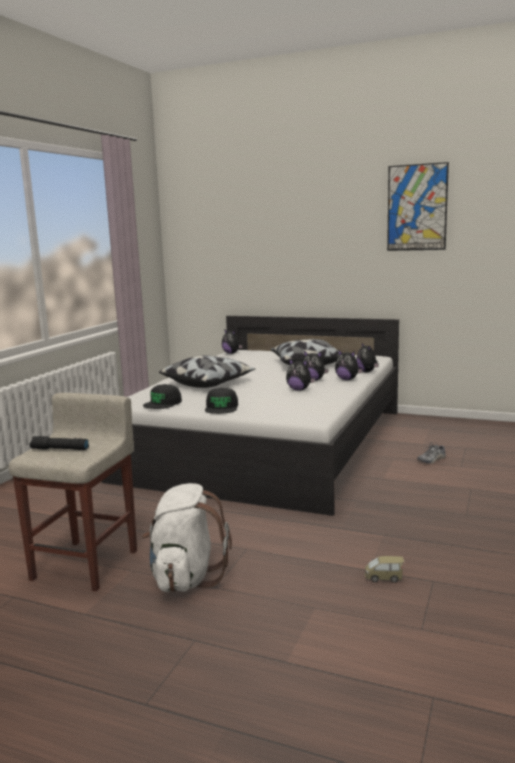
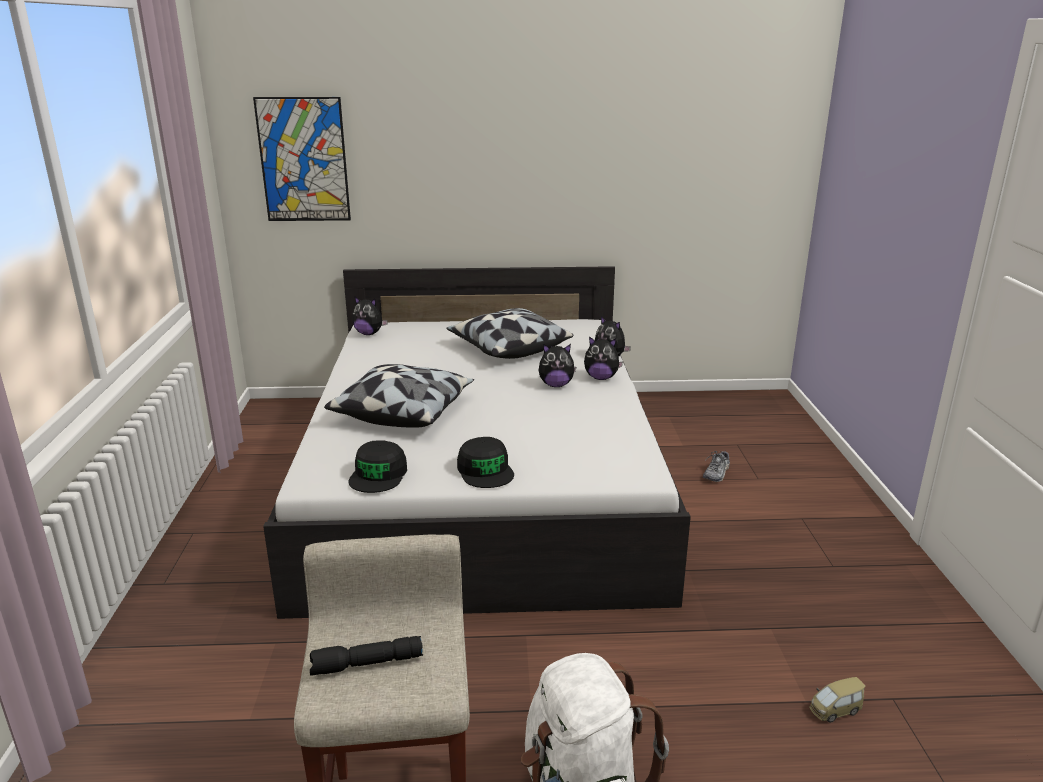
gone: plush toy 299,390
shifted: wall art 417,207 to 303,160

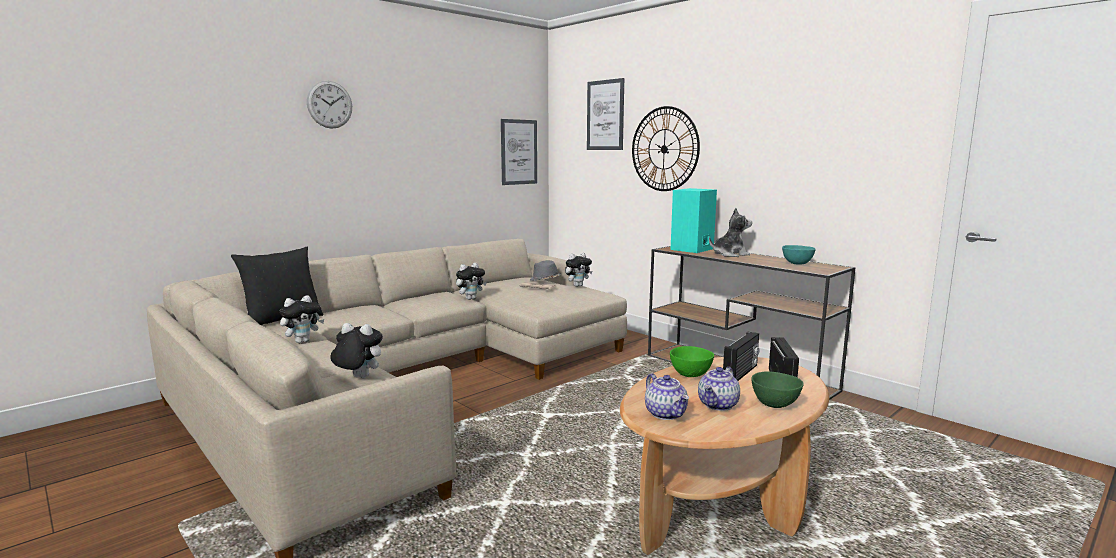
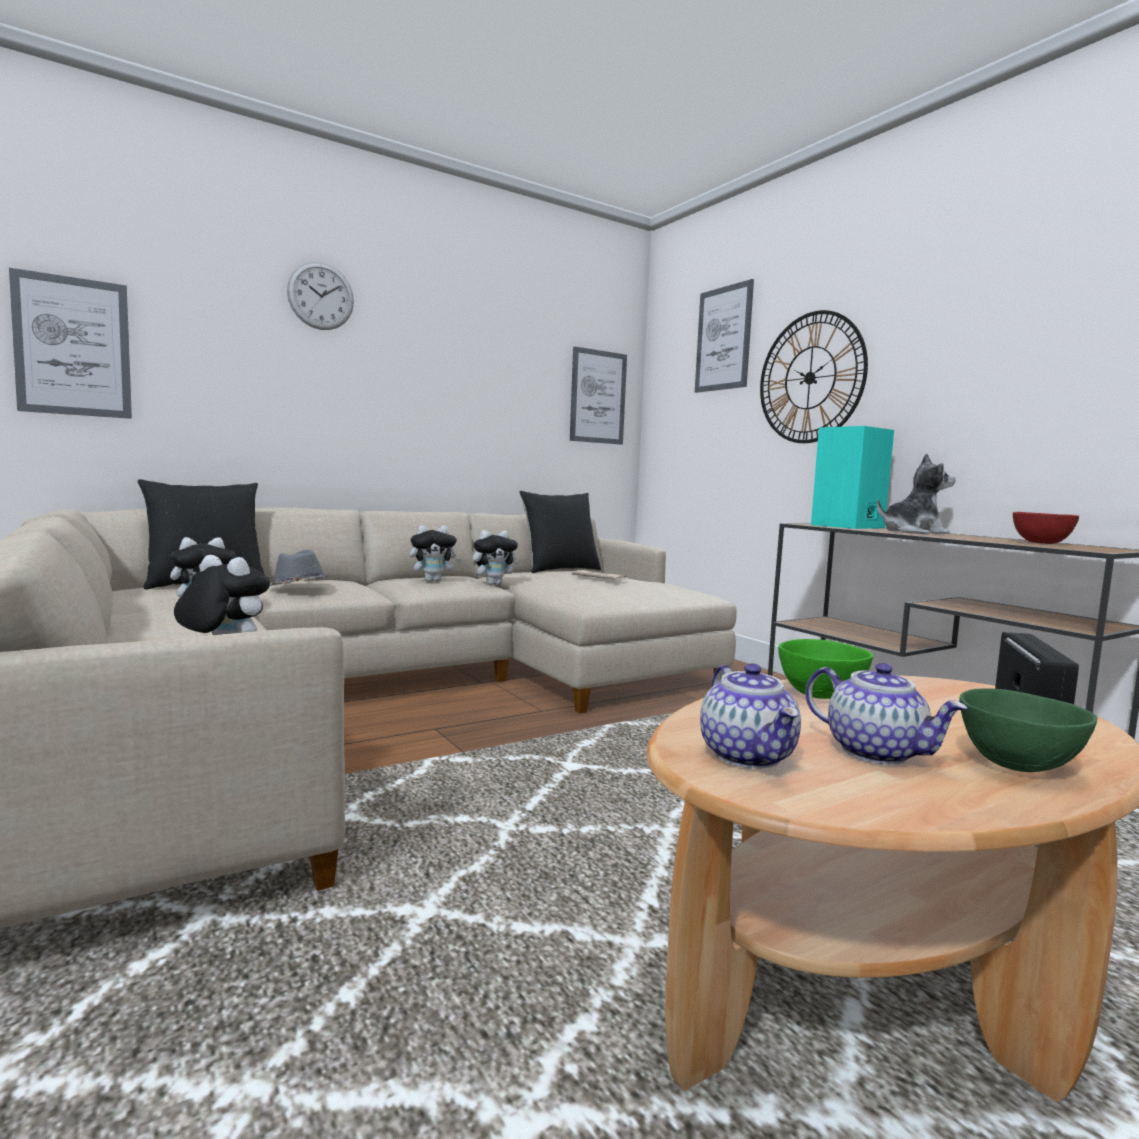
gone: radio set 741,373
new: wall art 73,347; pillow (blackish) 559,570
shifted: plush toy 577,285 to 433,581; hat (greyish) 545,280 to 298,587
repainted: deep dish (blue-green) 796,263 to deep dish (reddish) 1040,543
rotated: teapot 718,405 = 876,752 90 degrees counterclockwise

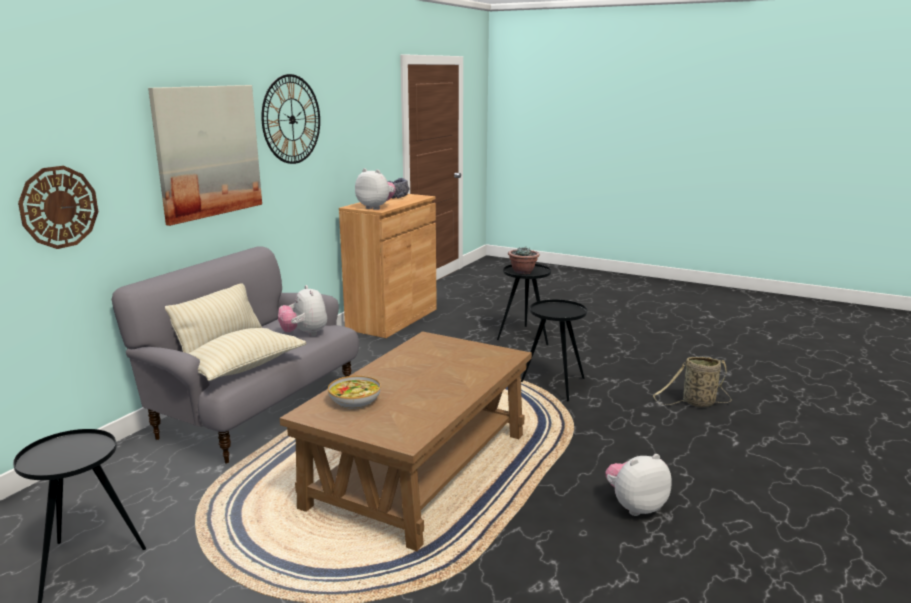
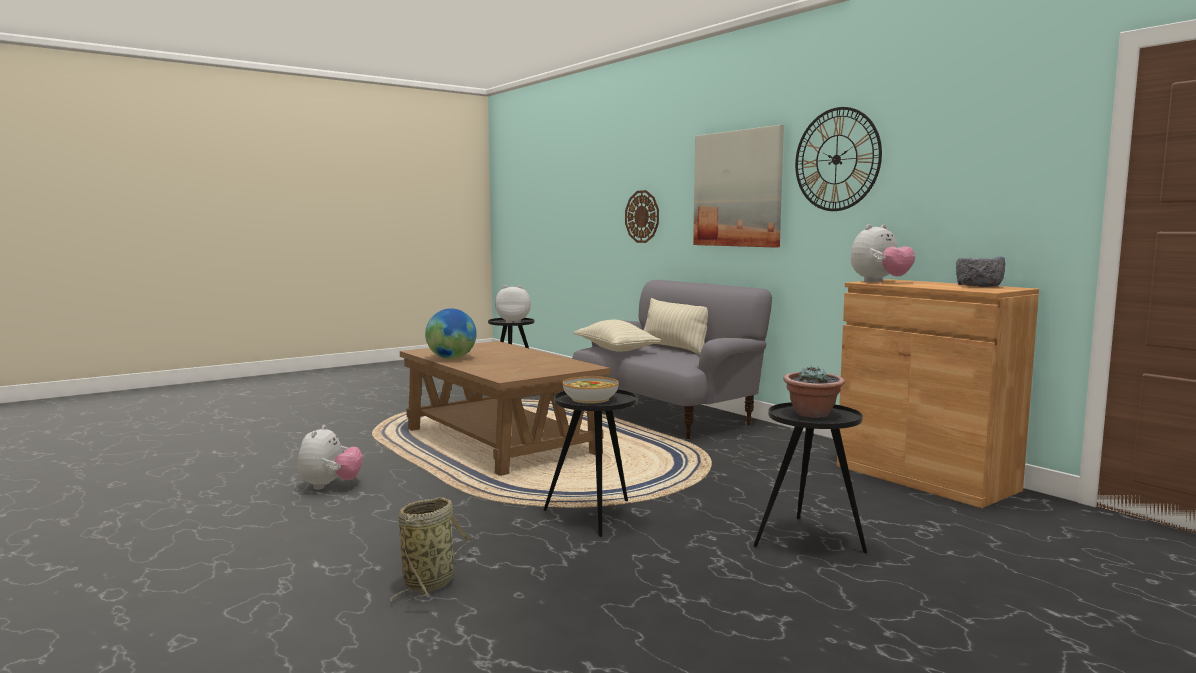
new: world globe 451,358
shifted: plush toy 304,334 to 513,322; deep dish 354,401 to 591,399

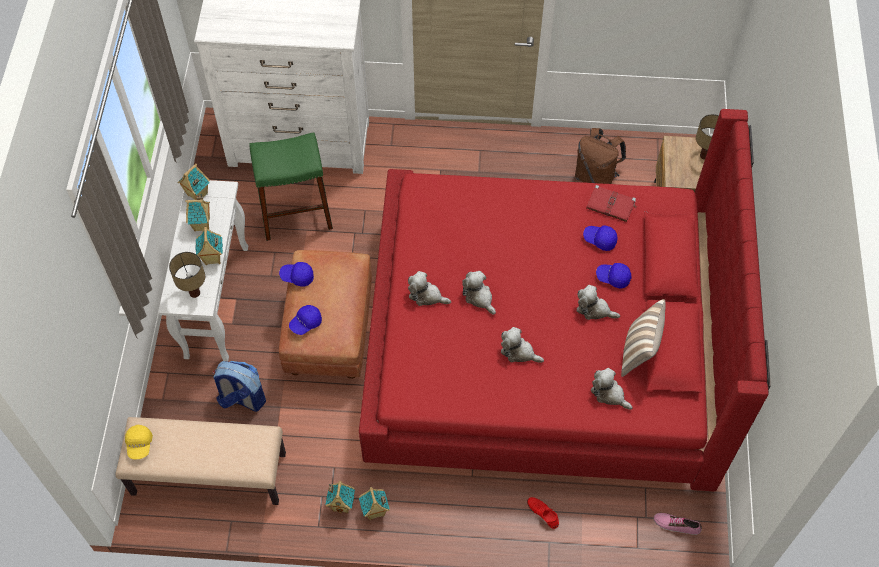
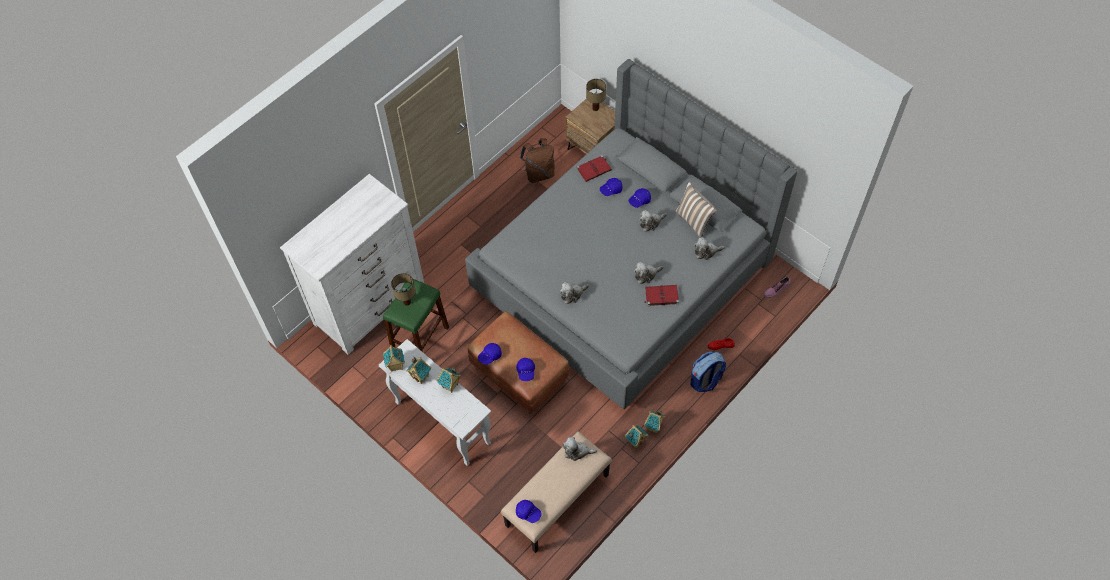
new: volume (reddish) 661,296
shifted: tabletop lamp 195,293 to 407,301; plush toy 479,297 to 577,451; rucksack 242,398 to 705,380
repainted: bed (reddish) 545,347 to bed (greyish) 624,275; peaked cap (yellow) 139,444 to peaked cap (blue-coloured) 528,513

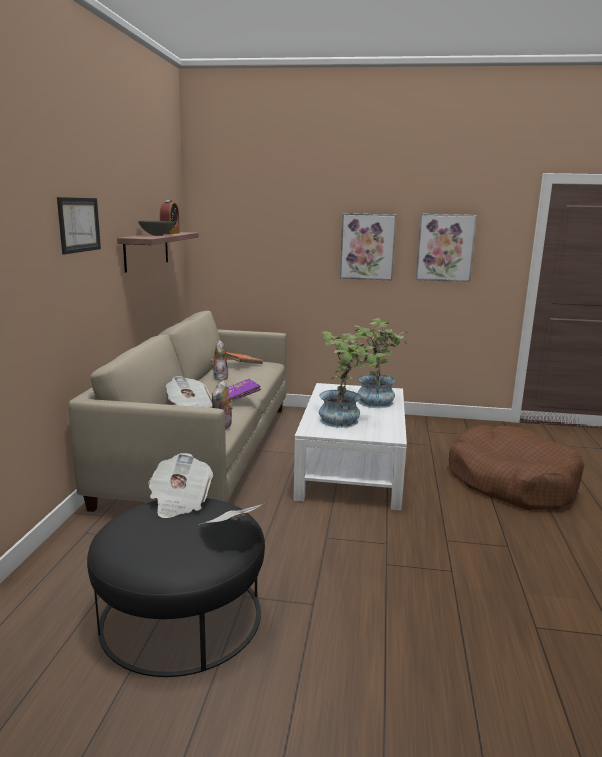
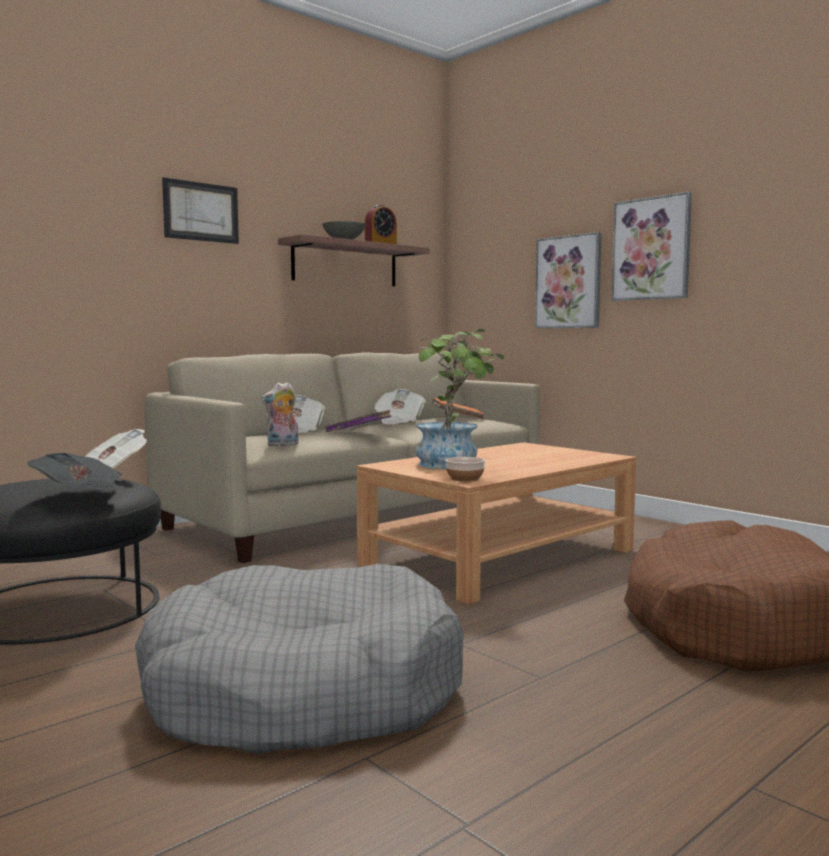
gone: potted plant 376,400
new: deep dish 464,479; pet bed (greyish) 303,692
shifted: wall art 445,247 to 568,282
swapped: plush toy 219,377 to newspaper 398,421
repainted: lounge table (white-coloured) 351,467 to lounge table (brownish) 500,557

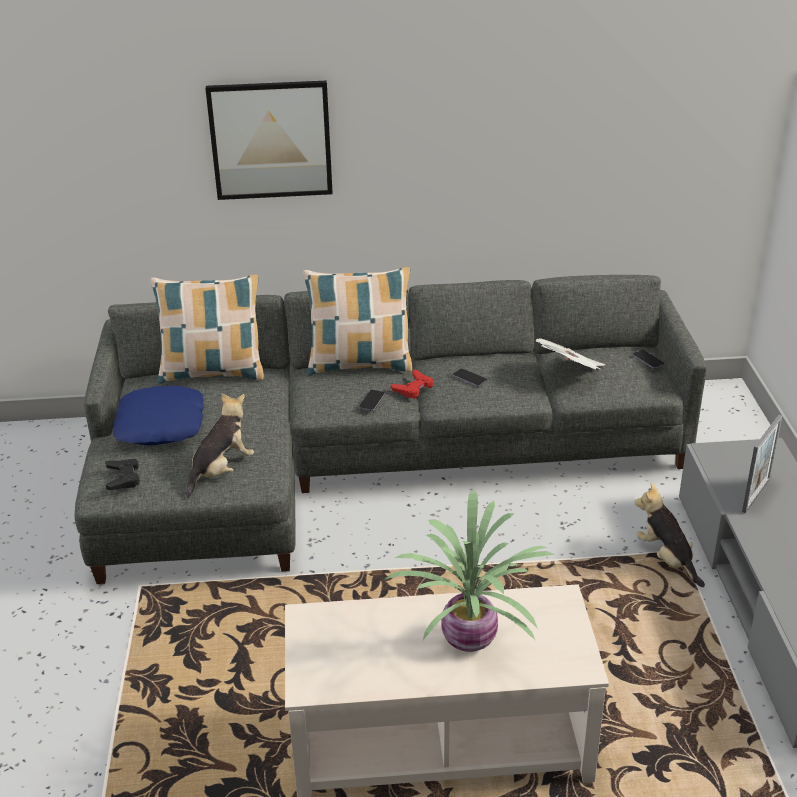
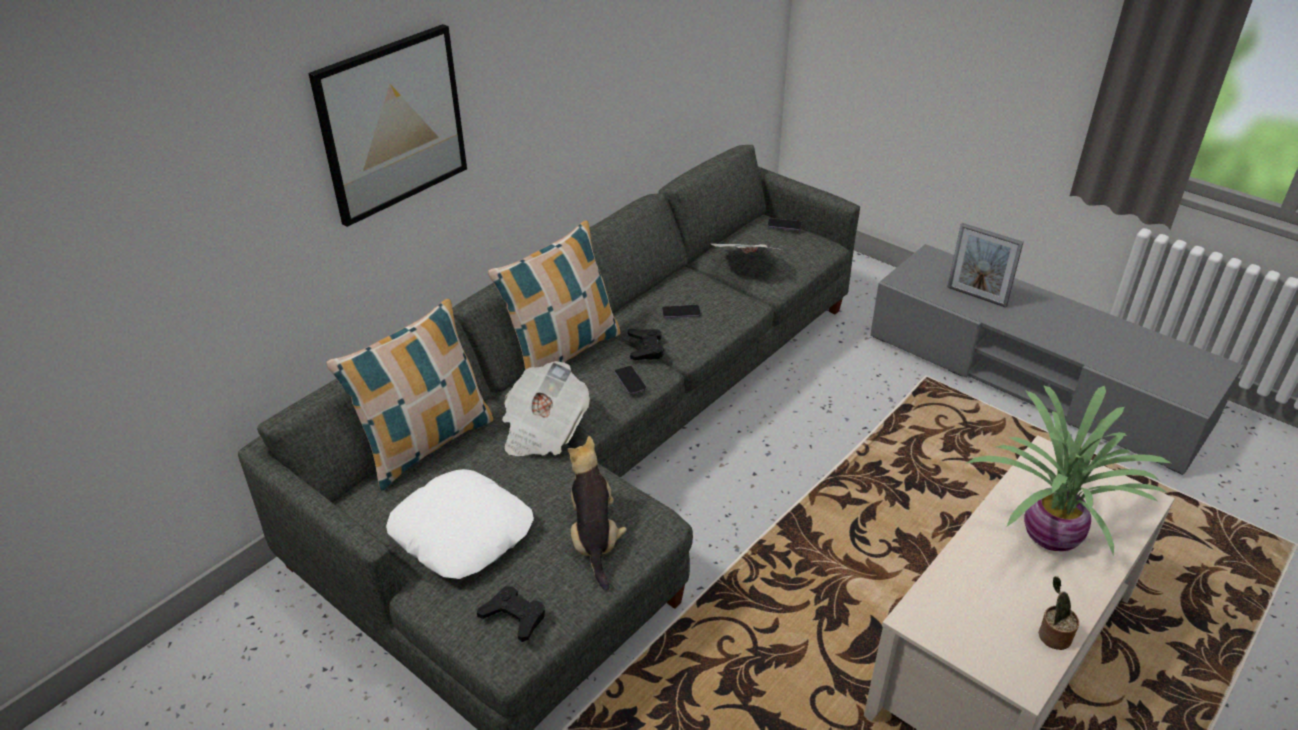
gone: plush toy 666,559
new: newspaper 543,430; potted plant 1052,636
repainted: joypad (reddish) 413,388 to joypad (blackish) 646,348; pillow (blue-coloured) 161,425 to pillow (white-coloured) 462,532
rotated: photo frame 756,495 = 976,296 135 degrees clockwise

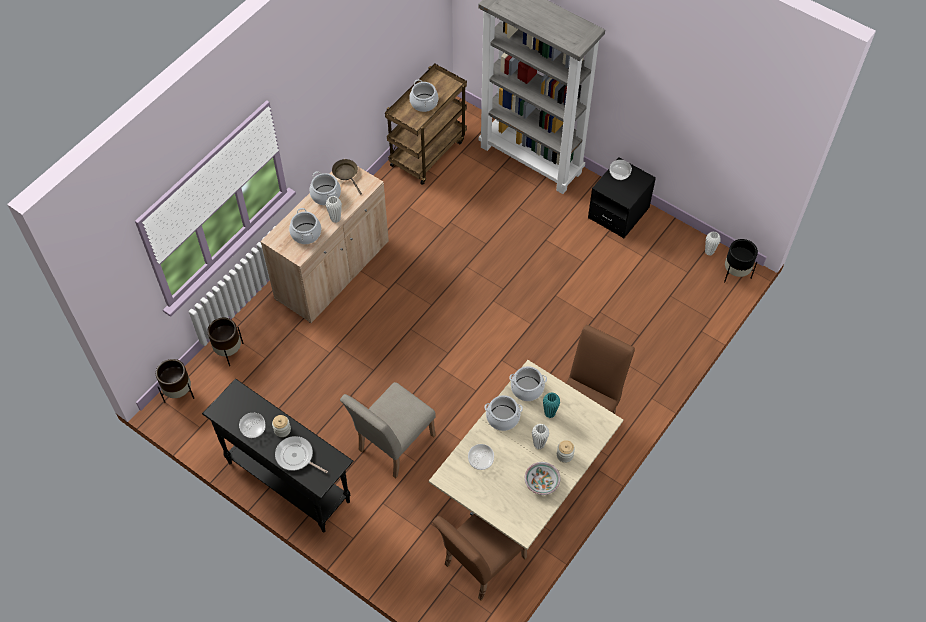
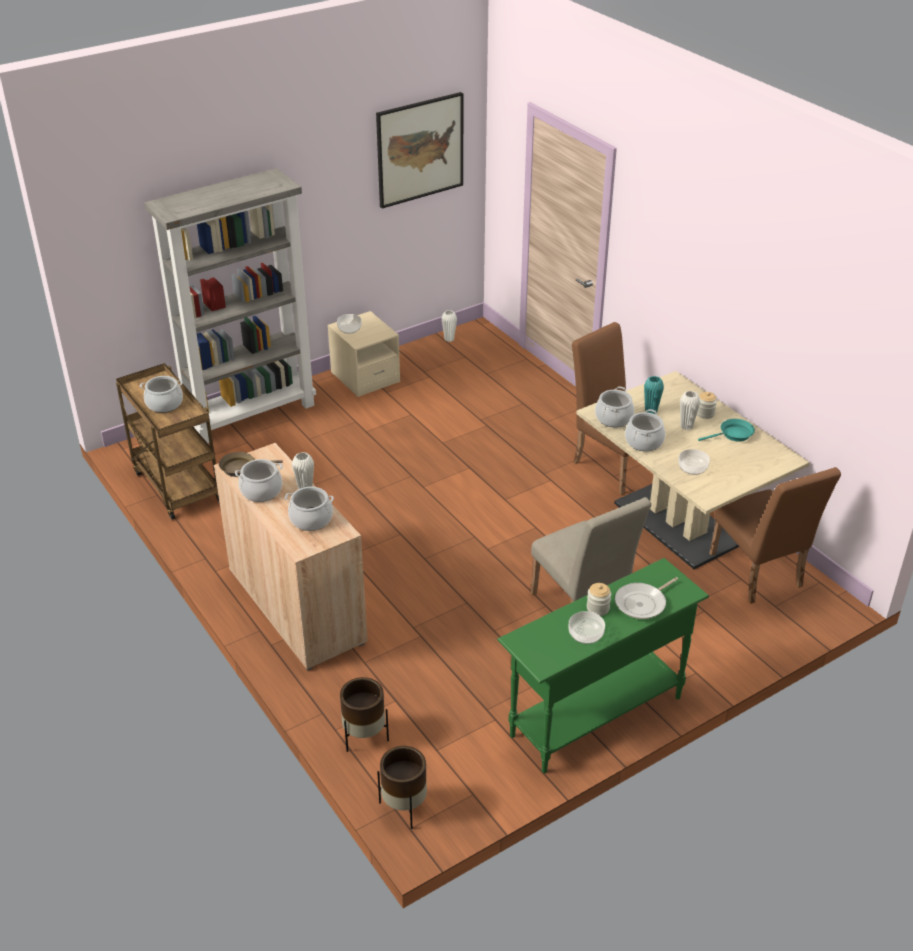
gone: plant pot (blackish) 735,274
new: wall art 420,149
swapped: deep dish 542,482 to pan (blue-green) 733,435
repainted: nightstand (blackish) 618,213 to nightstand (beige) 365,377; console table (blackish) 288,481 to console table (green-coloured) 595,716

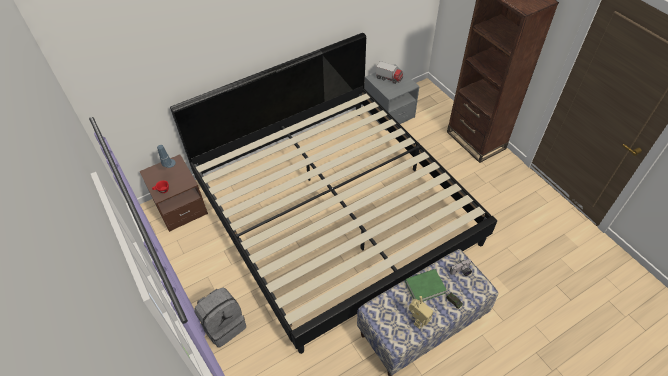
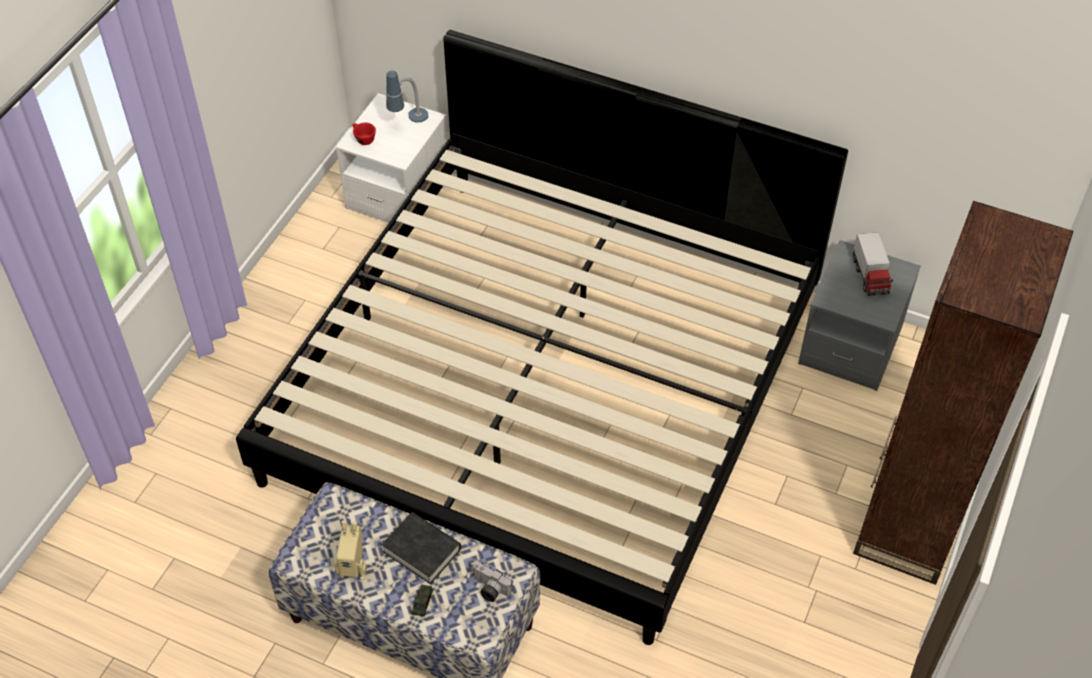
gone: rucksack (greyish) 224,325
repainted: nightstand (brownish) 180,207 to nightstand (white-coloured) 398,193; volume (green-coloured) 425,287 to volume (blackish) 422,550

